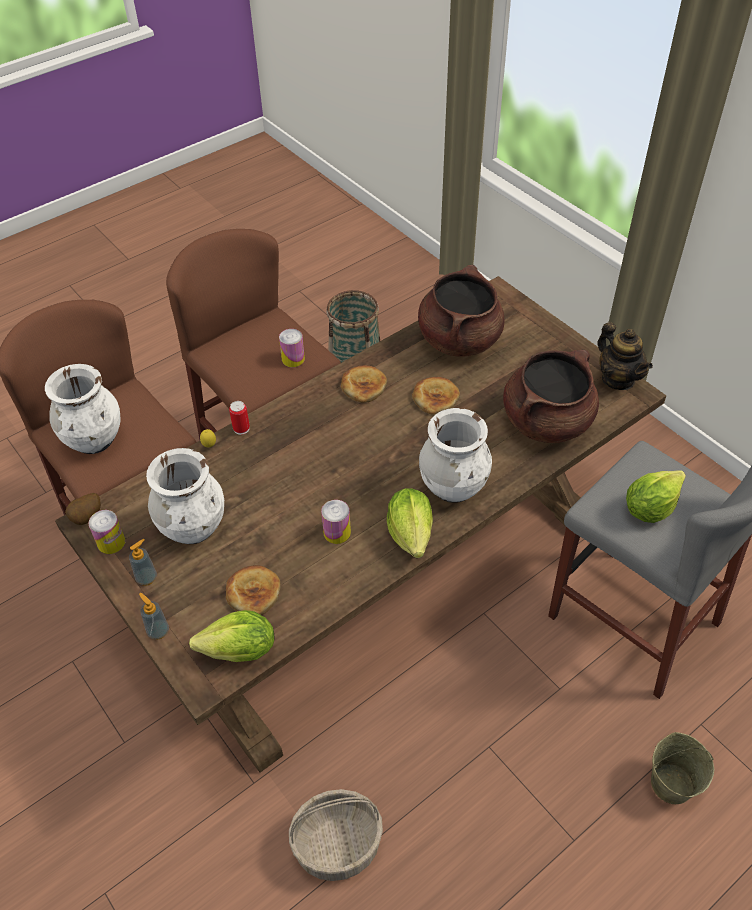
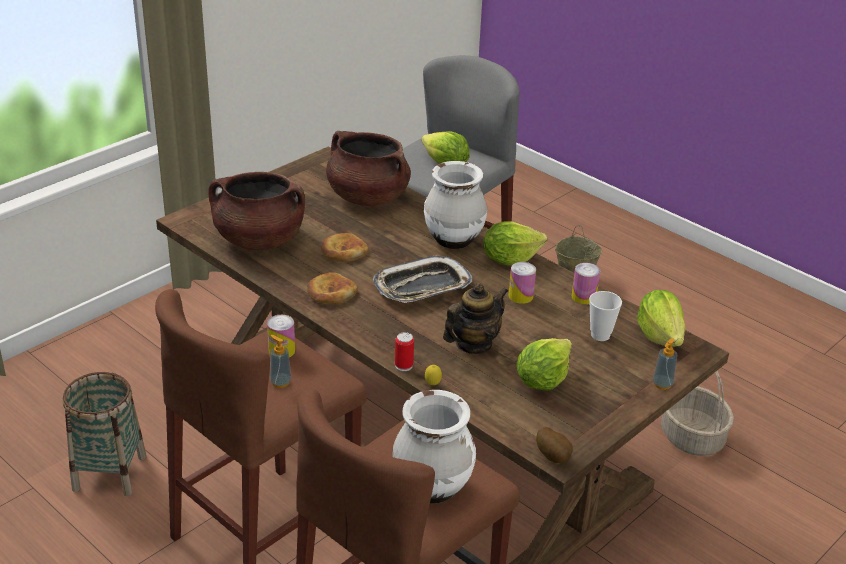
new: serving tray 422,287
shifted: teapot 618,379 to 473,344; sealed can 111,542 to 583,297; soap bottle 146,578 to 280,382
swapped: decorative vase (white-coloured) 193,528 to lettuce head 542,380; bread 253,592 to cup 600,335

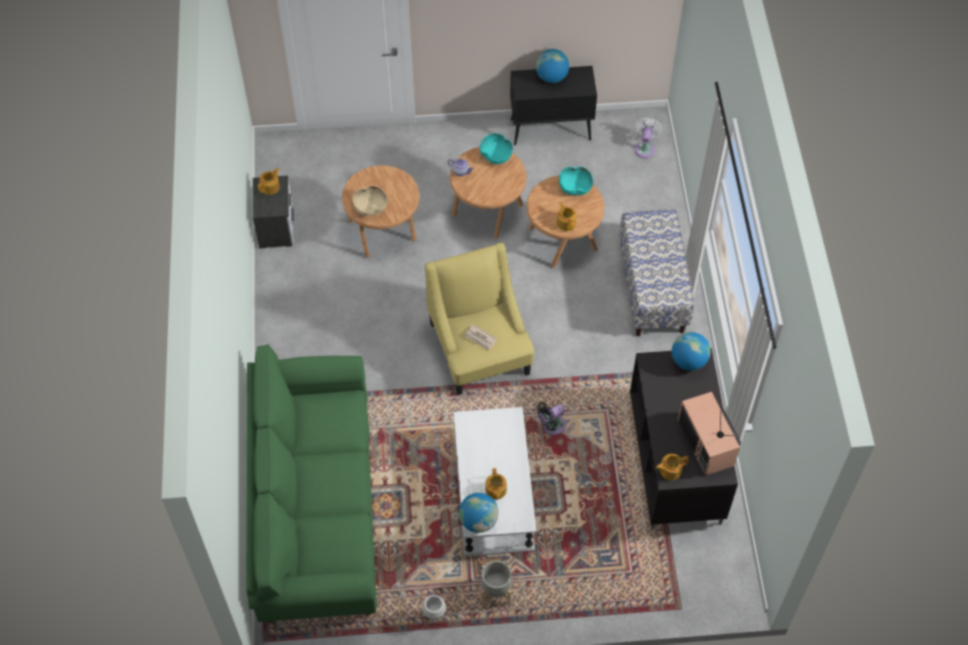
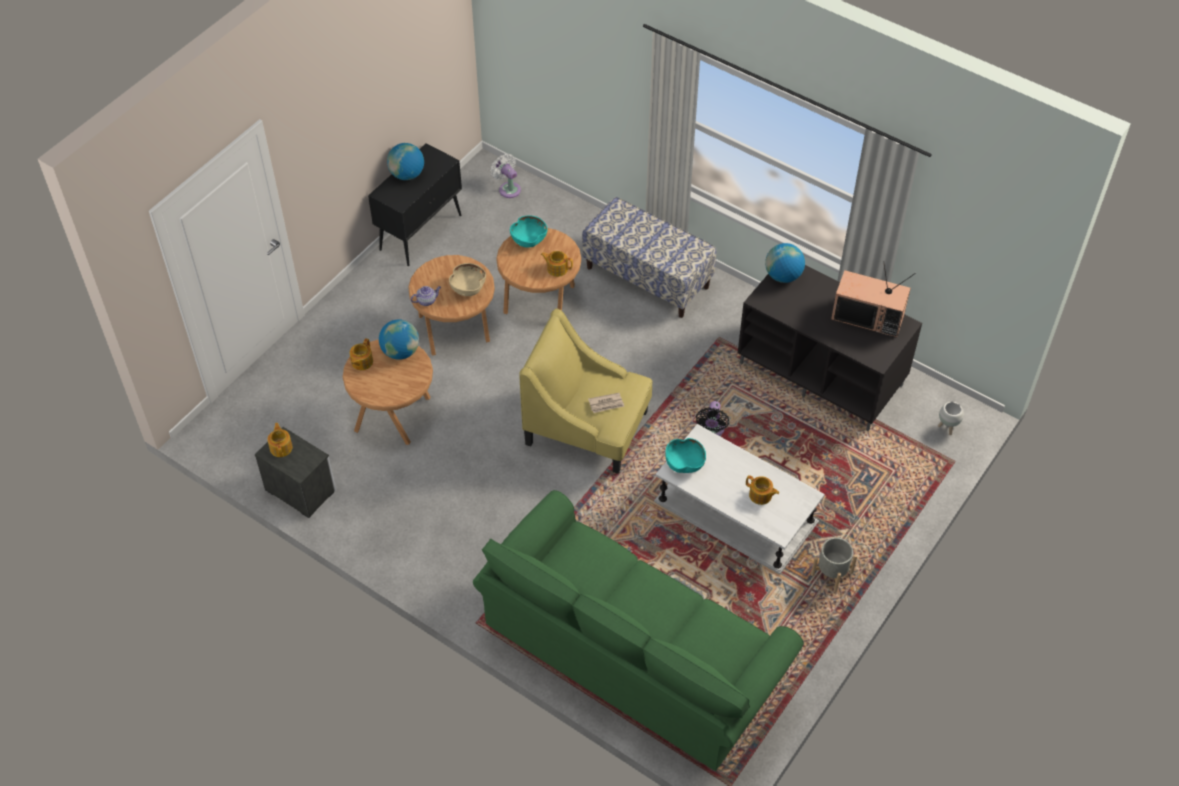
shifted: deep dish (blue-green) 496,156 to 684,463; deep dish (beige) 370,207 to 468,288; teapot 670,470 to 361,362; world globe 478,521 to 400,352; plant pot (white-coloured) 434,616 to 947,428

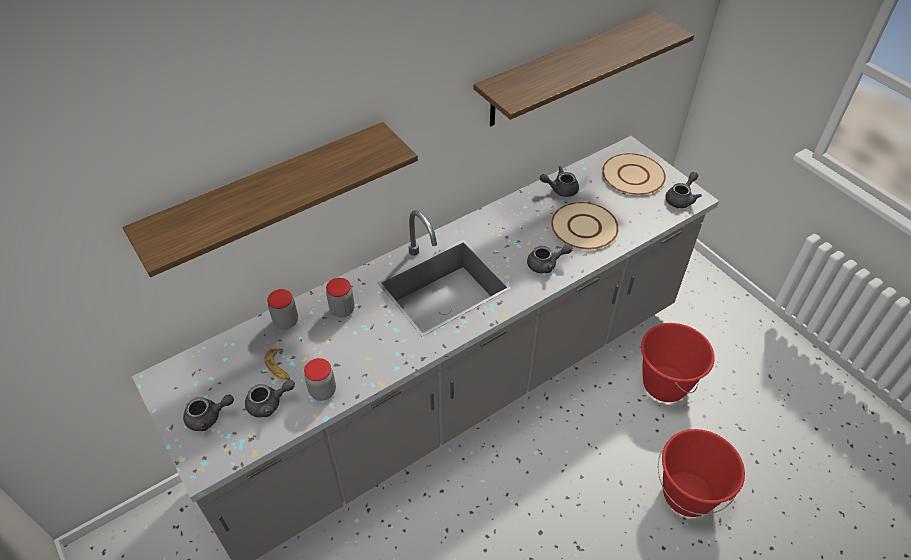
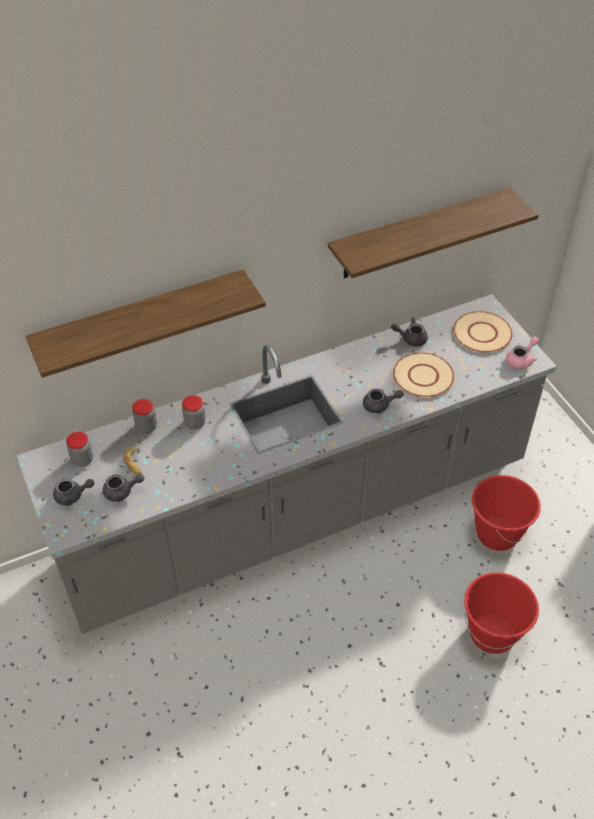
shifted: preserve jar 323,391 to 82,460
repainted: teapot (greyish) 681,198 to teapot (pink) 521,360

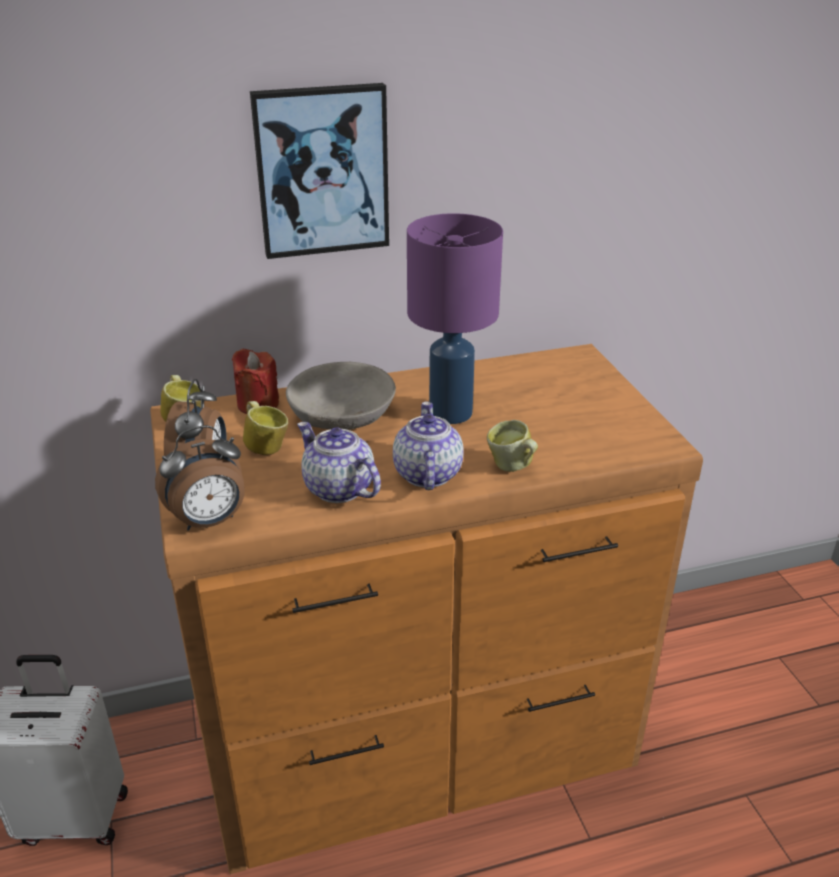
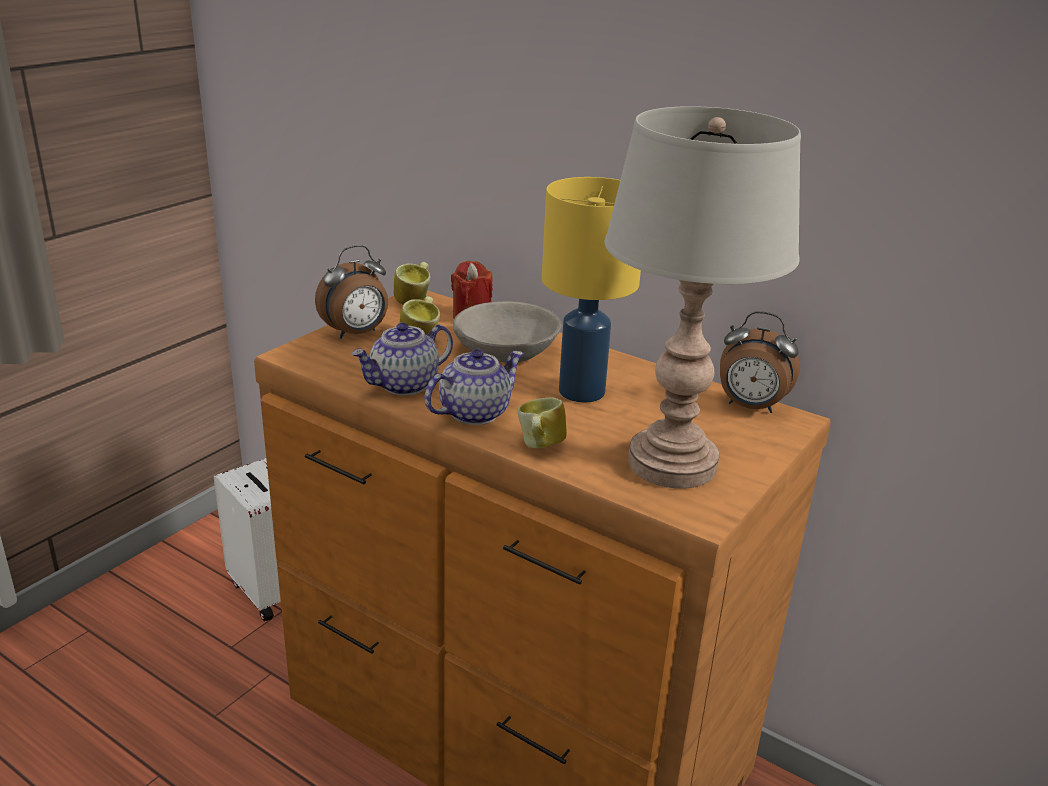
gone: wall art 322,171
new: tabletop lamp (greyish) 672,464
shifted: bedside clock 209,521 to 750,407
repainted: tabletop lamp (purple-coloured) 450,412 to tabletop lamp (yellow) 583,391
rotated: teapot 338,489 = 404,385 135 degrees counterclockwise

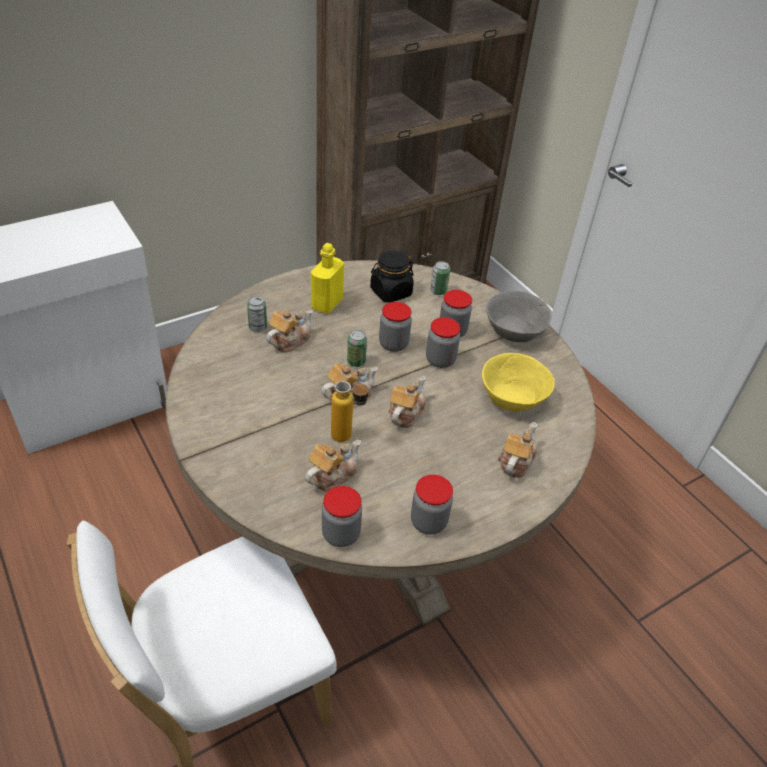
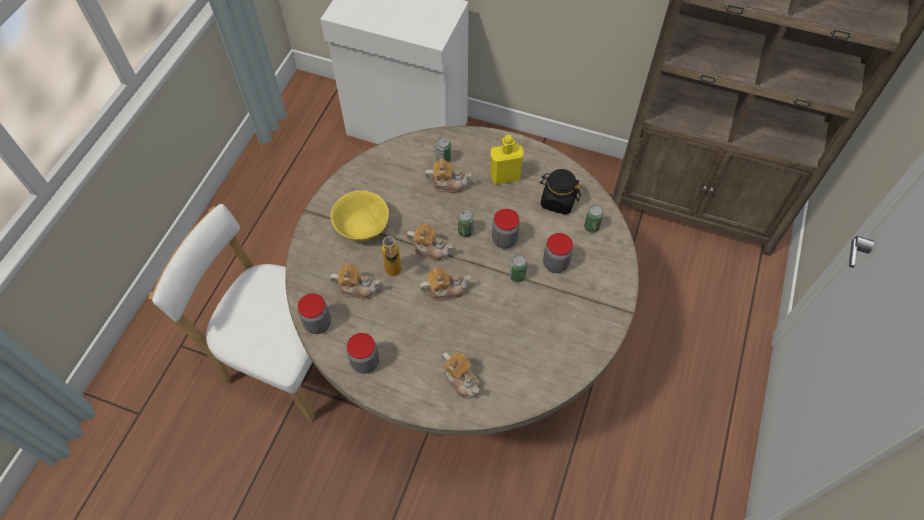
gone: deep dish (greyish) 513,332
shifted: deep dish (yellow) 512,399 to 361,227
swapped: preserve jar 440,360 to sealed can 517,276
rotated: teapot 515,461 = 462,380 60 degrees clockwise

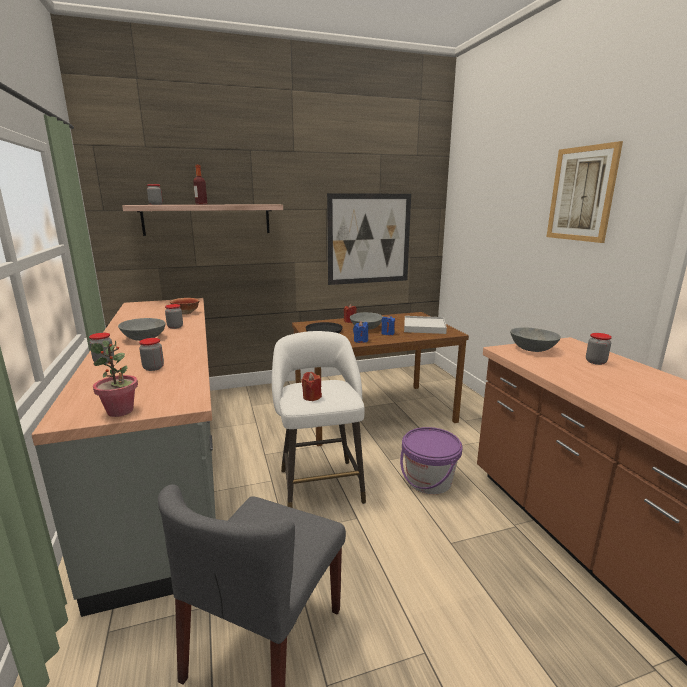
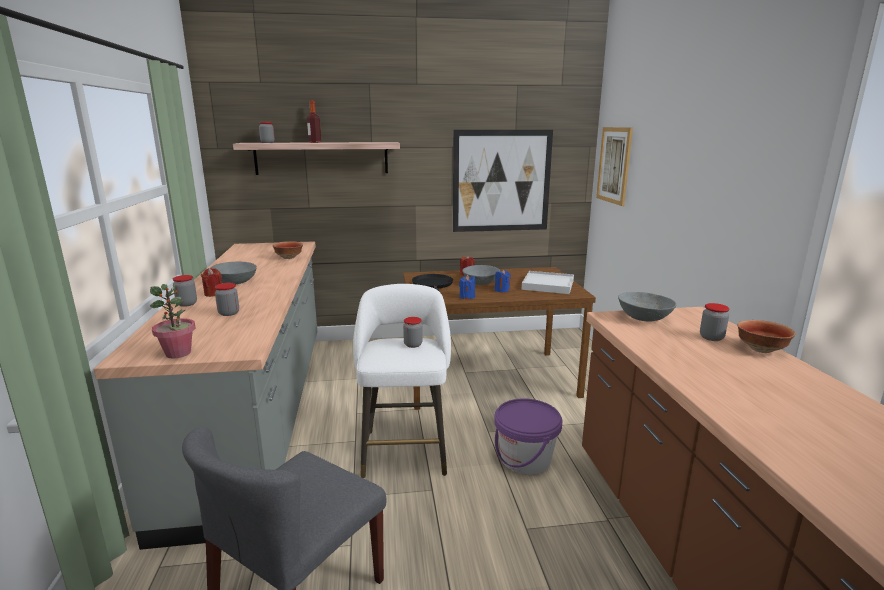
new: deep dish 760,349
shifted: wall art 581,194 to 614,165; preserve jar 175,327 to 413,344; candle (reddish) 311,397 to 214,293

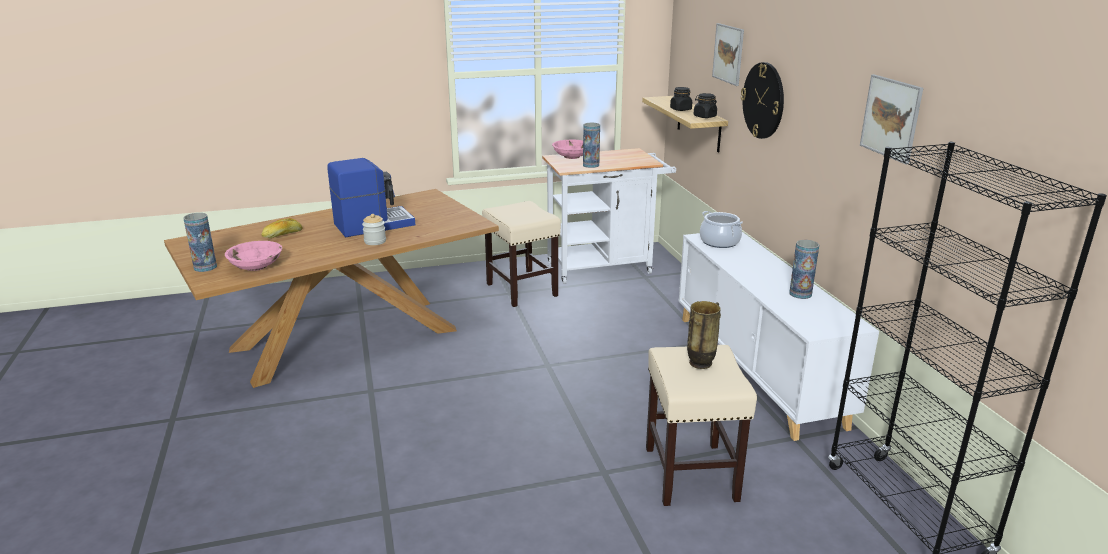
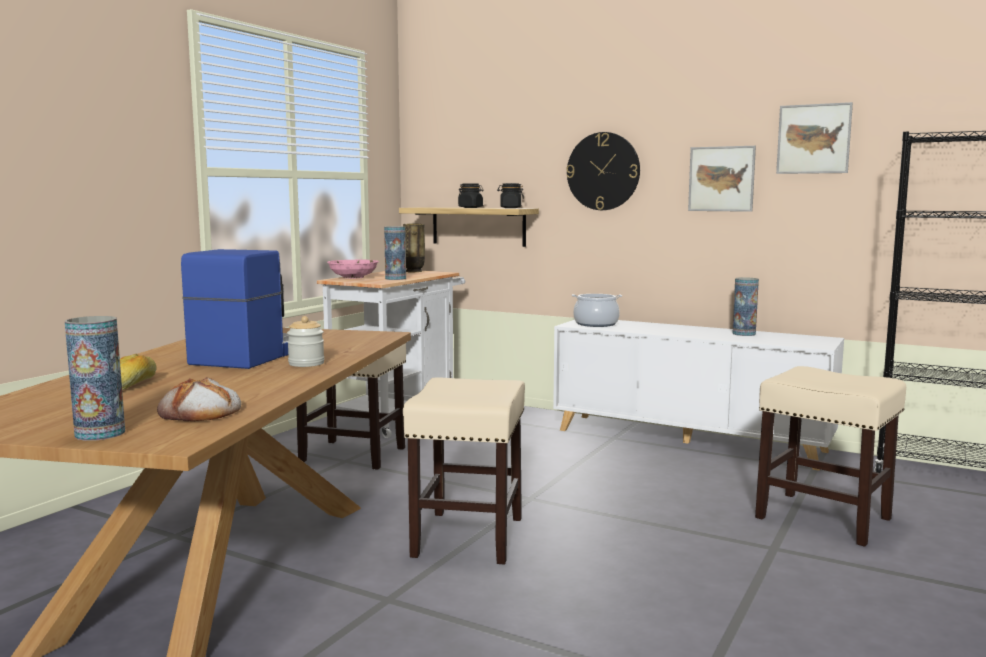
new: stool (beige) 468,537
shifted: wall art 728,54 to 721,179; decorative vase 700,363 to 414,271
swapped: deep dish (pink) 256,266 to bread 200,412

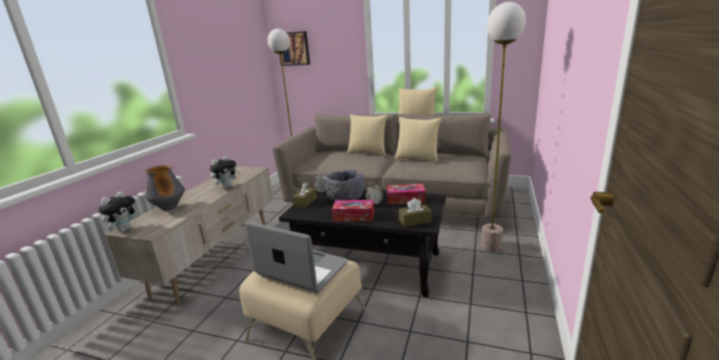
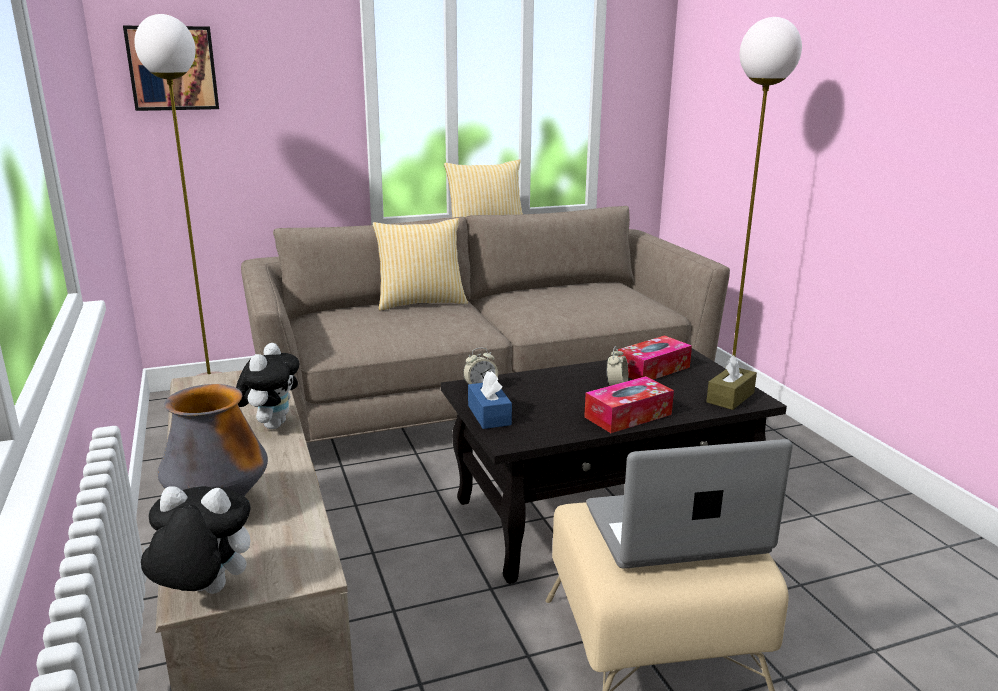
gone: pillow 418,158; deep dish (greyish) 345,197
repainted: tissue box (brownish) 305,202 to tissue box (blue-coloured) 489,415
rotated: plush toy 124,230 = 203,593 75 degrees counterclockwise

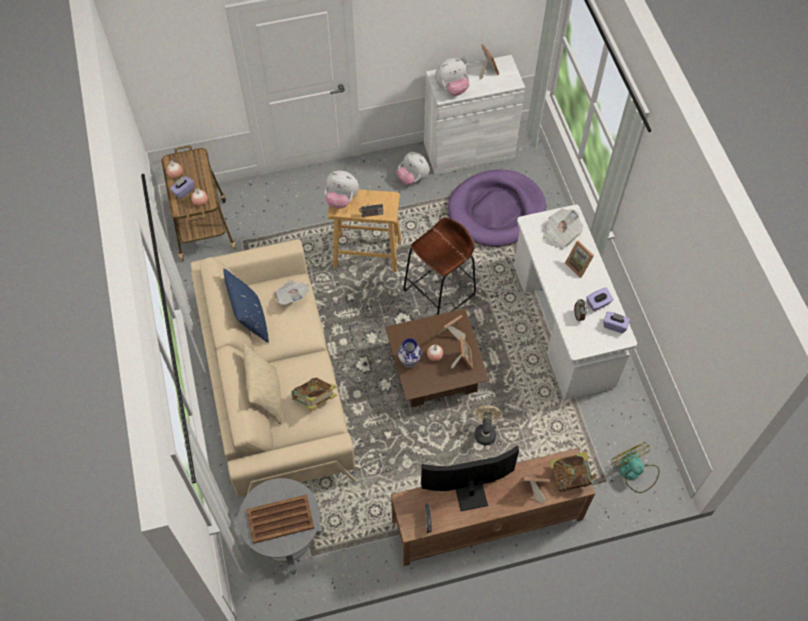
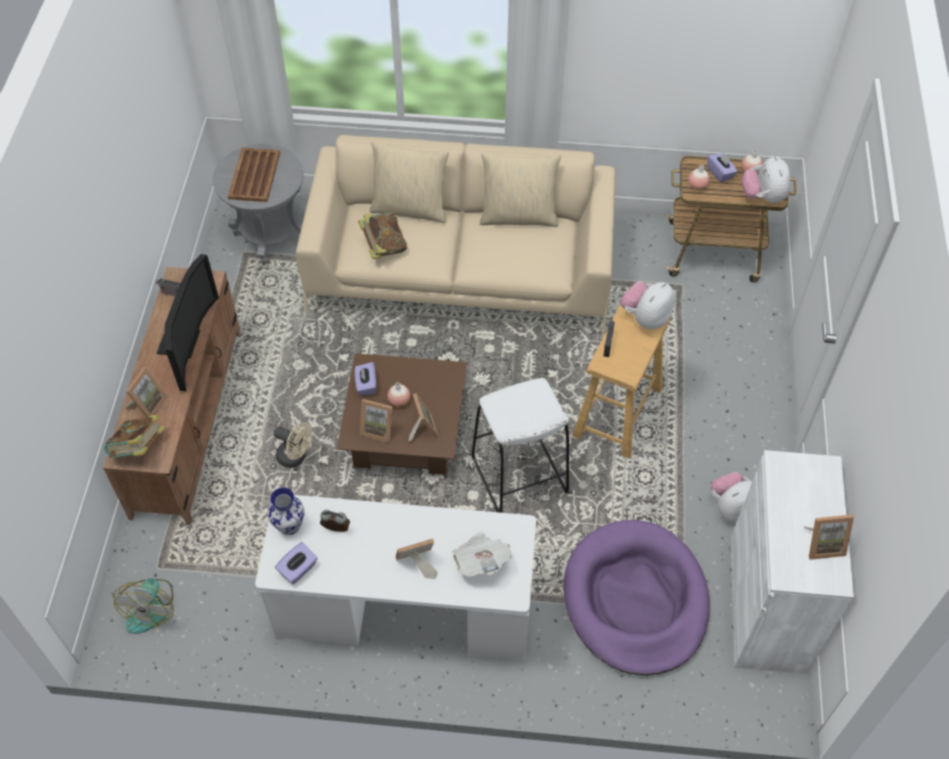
gone: newspaper 292,296
shifted: plush toy 452,88 to 762,197; tissue box (purple-coloured) 598,303 to 366,385; decorative vase 409,361 to 290,525
repainted: stool (brownish) 439,292 to stool (white-coloured) 519,475; pillow (blue-coloured) 250,320 to pillow (beige) 518,216
rotated: cooling fan 634,472 = 150,607 105 degrees clockwise

